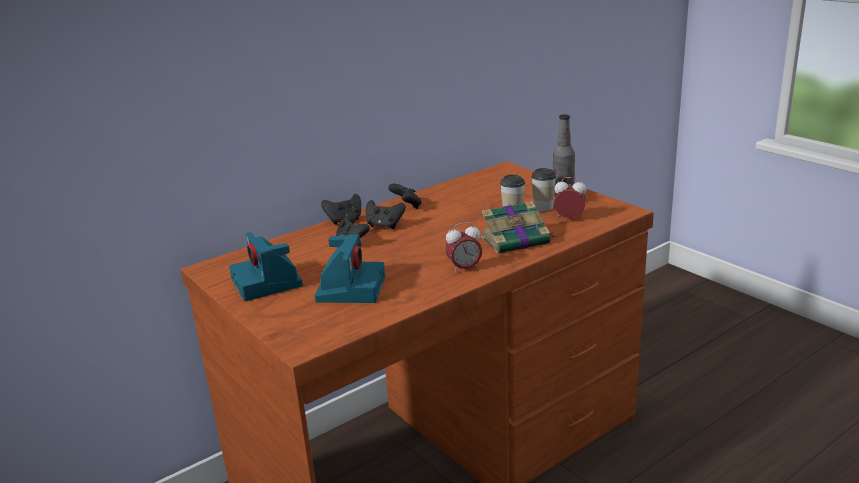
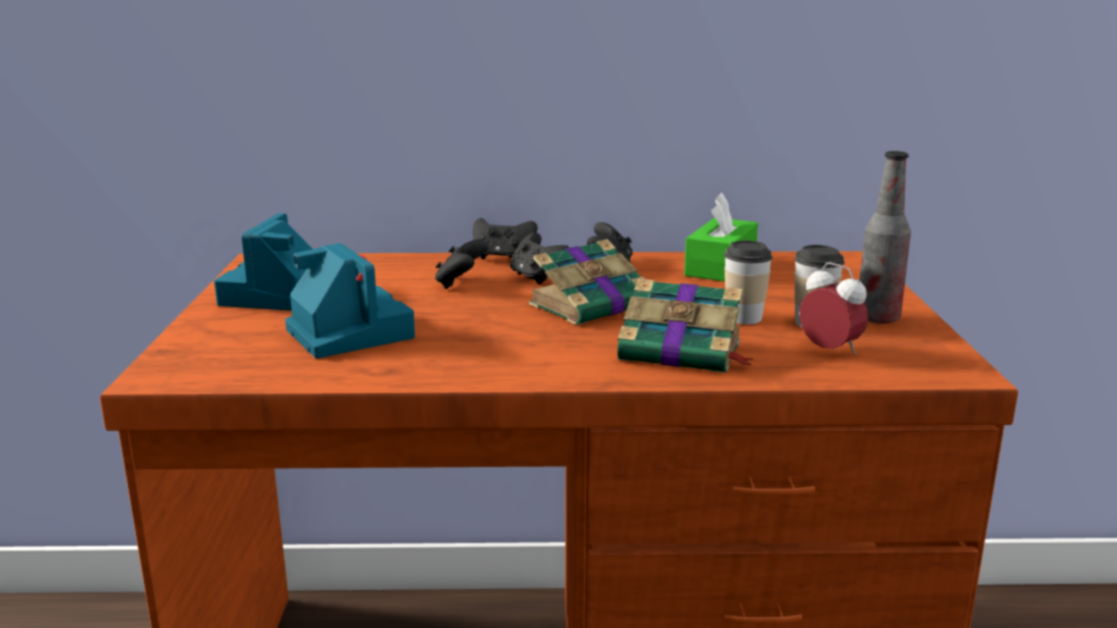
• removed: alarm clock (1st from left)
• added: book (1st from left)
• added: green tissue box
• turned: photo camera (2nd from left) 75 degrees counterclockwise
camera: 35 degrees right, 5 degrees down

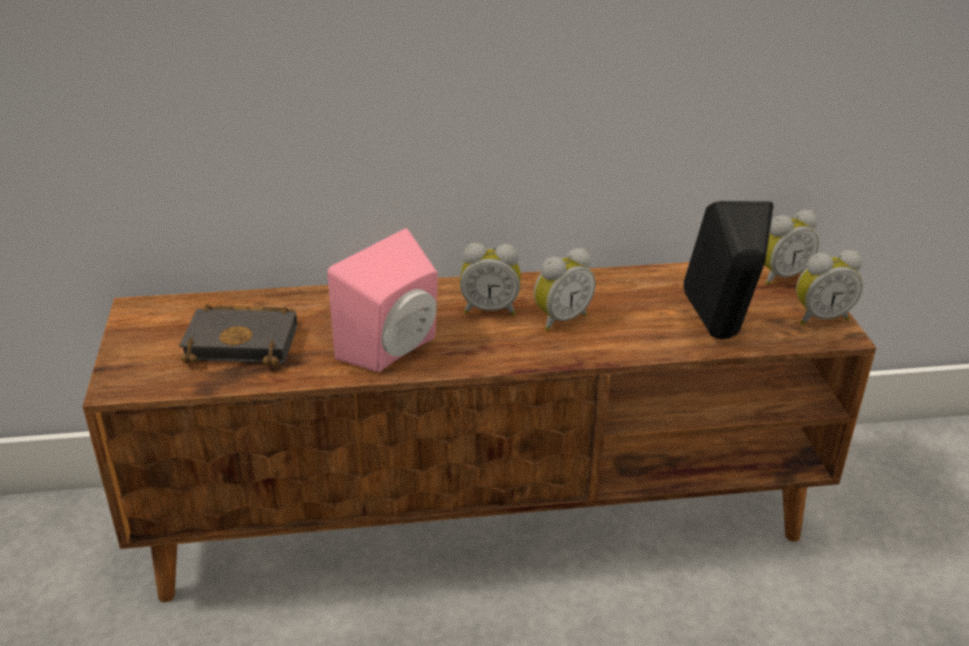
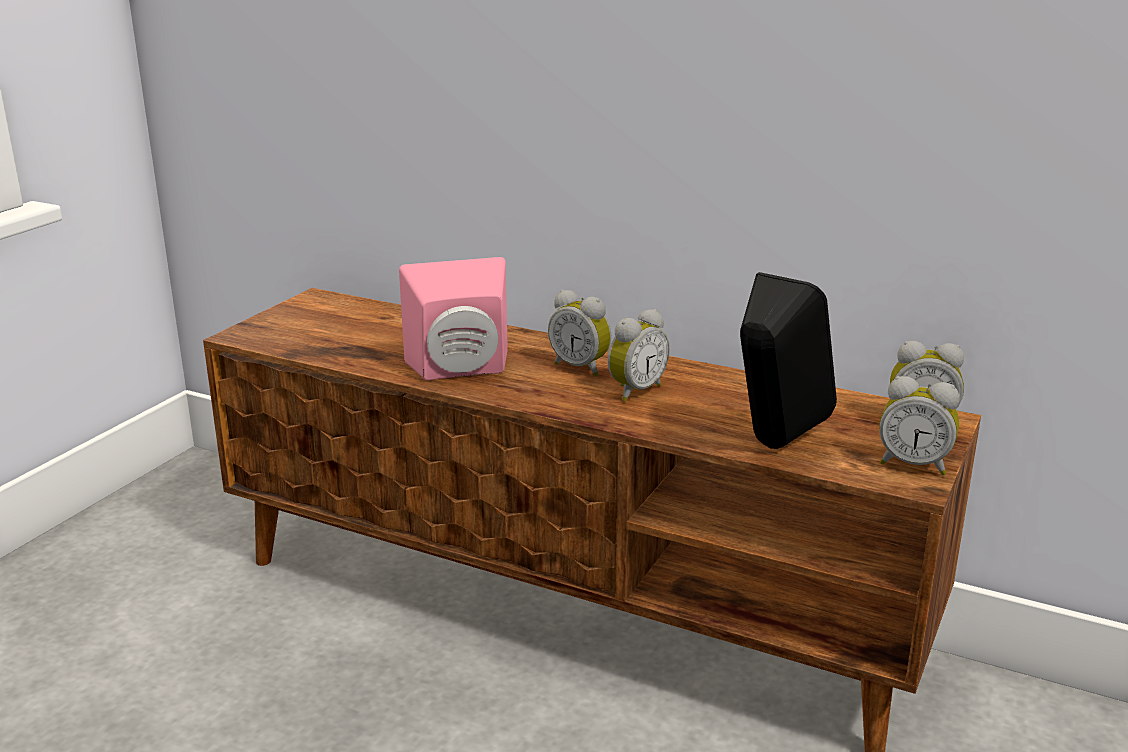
• removed: black book
• turned: alarm clock (2nd from left) 45 degrees counterclockwise
camera: 35 degrees right, 10 degrees down

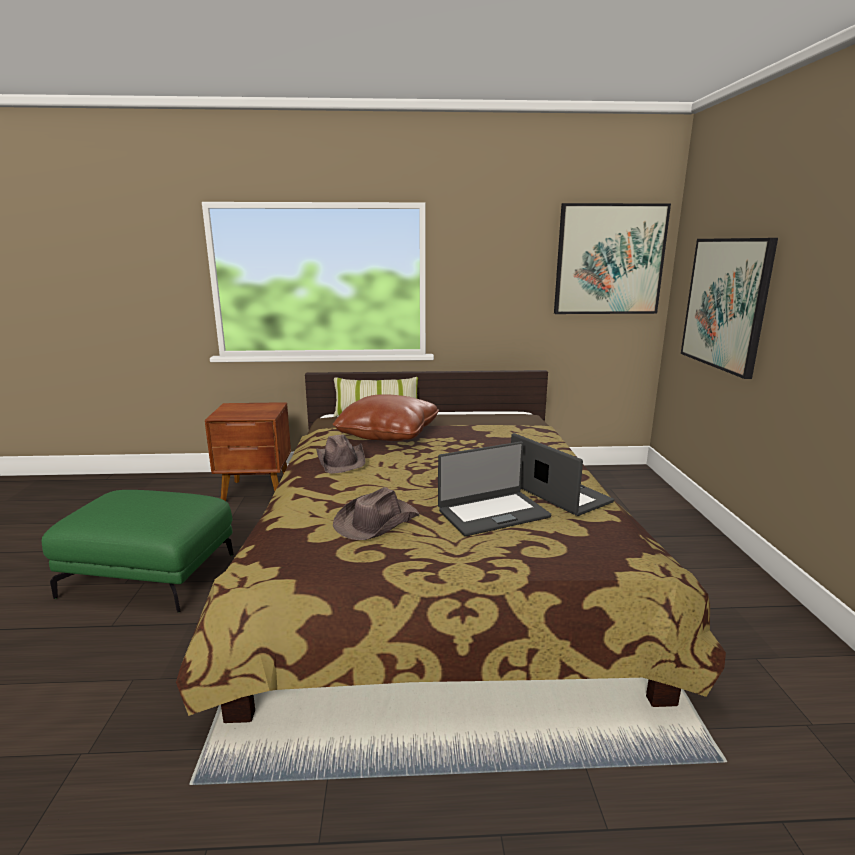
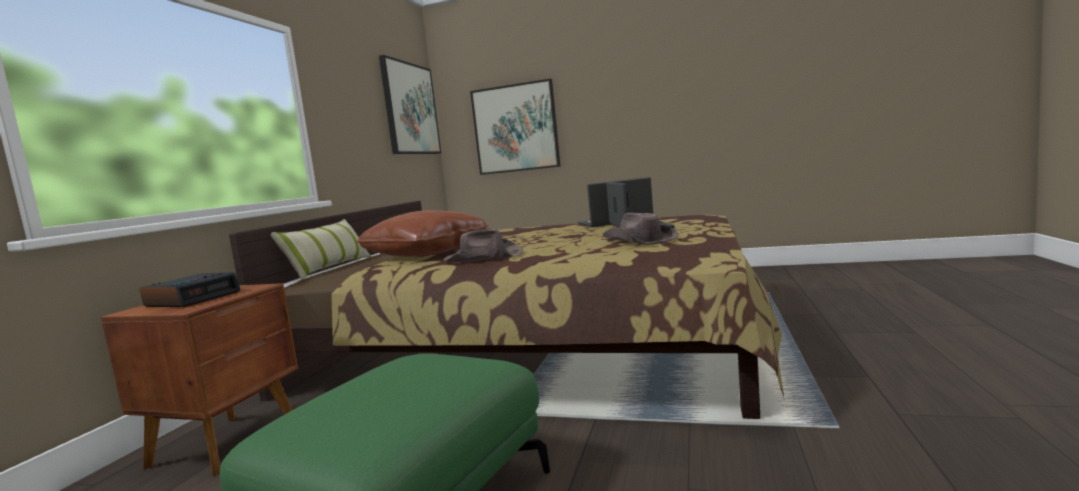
• added: alarm clock
camera: 70 degrees left, 10 degrees down

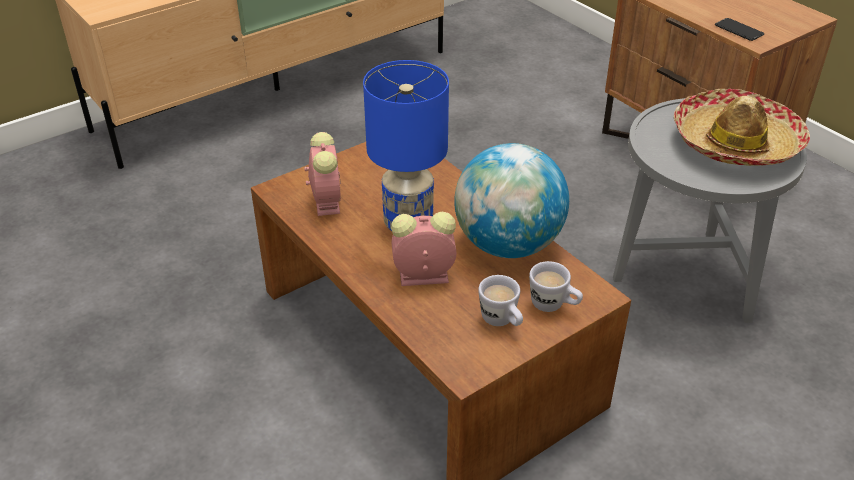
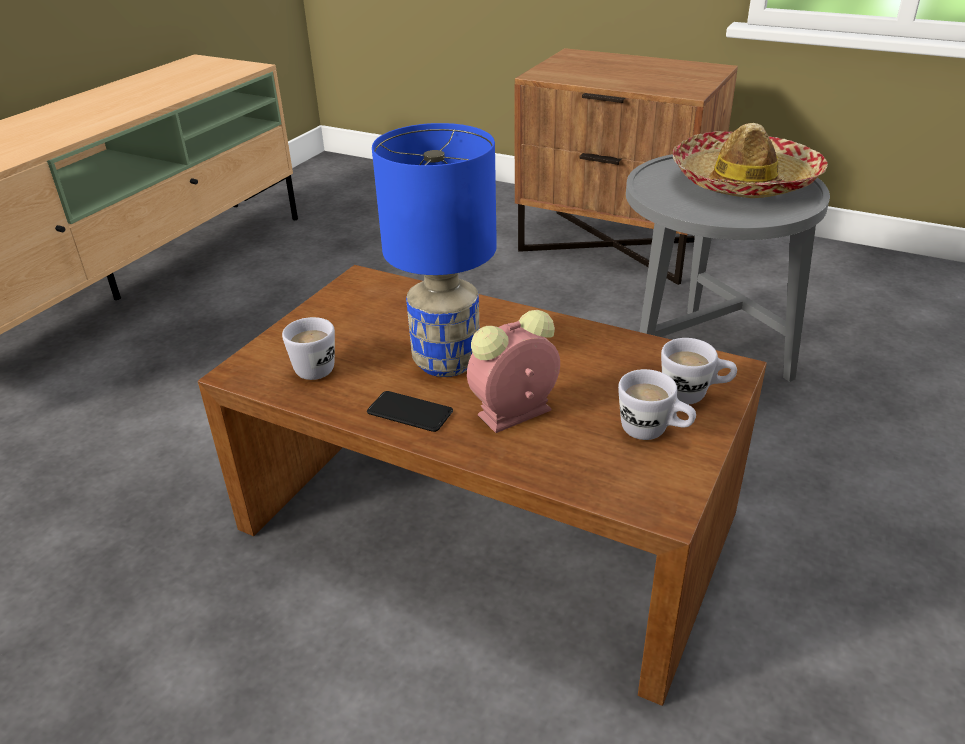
• removed: globe
• moved: phone
• replaced: alarm clock (1st from left) to white mug (1st from left)
camera: 25 degrees left, 5 degrees down

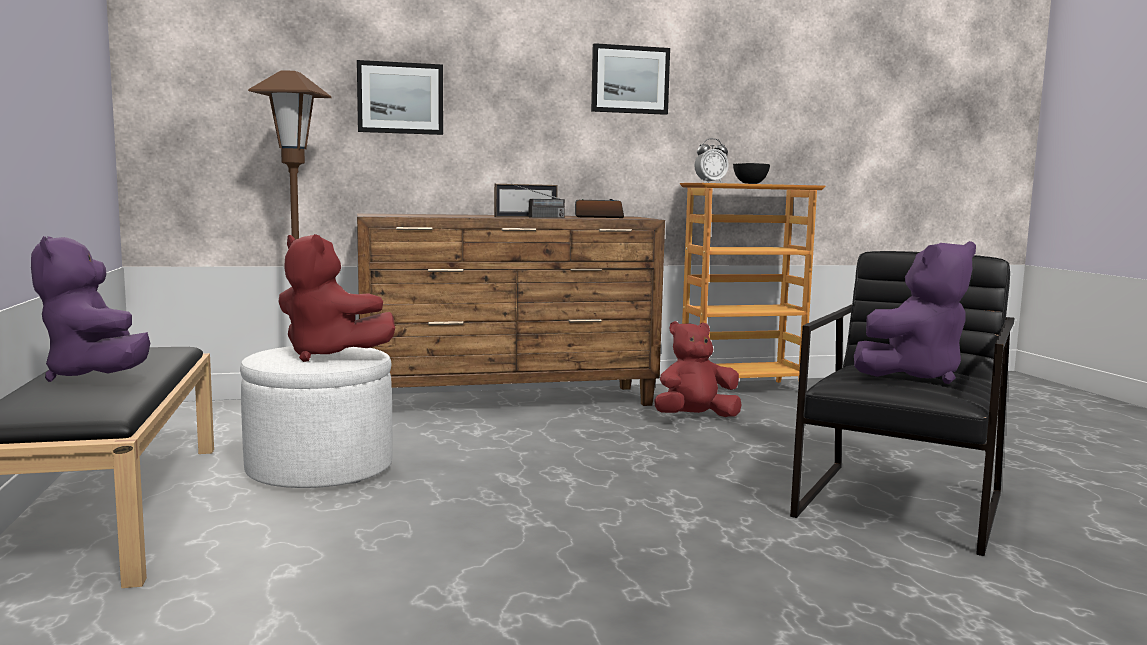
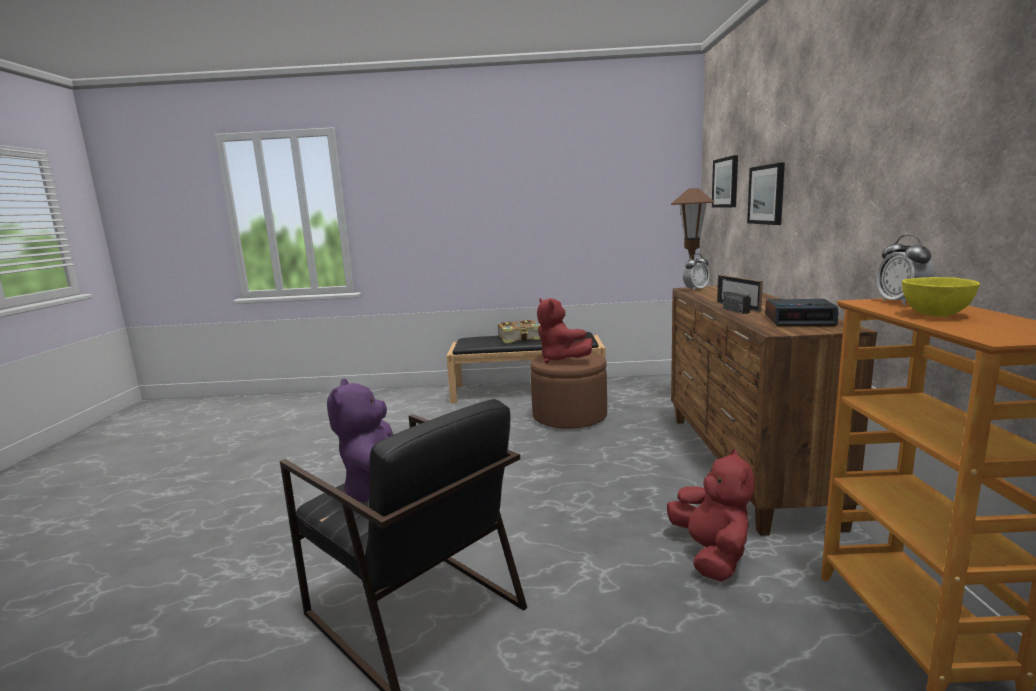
• added: alarm clock (1st from left)
• moved: picture (2nd from left in the first image) to picture (1st from left)
• replaced: purple plush toy (1st from left) to book
• recoloured: white ottoman to brown ottoman
• recoloured: black bowl to yellow bowl
• turned: red plush toy (1st from left) 75 degrees counterclockwise
camera: 105 degrees right, 5 degrees up

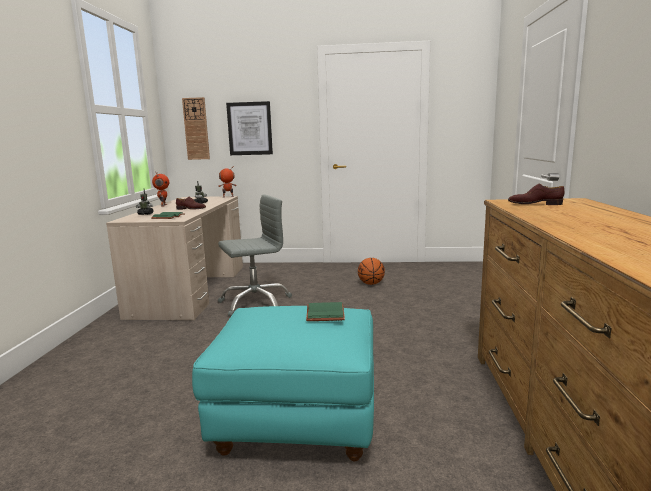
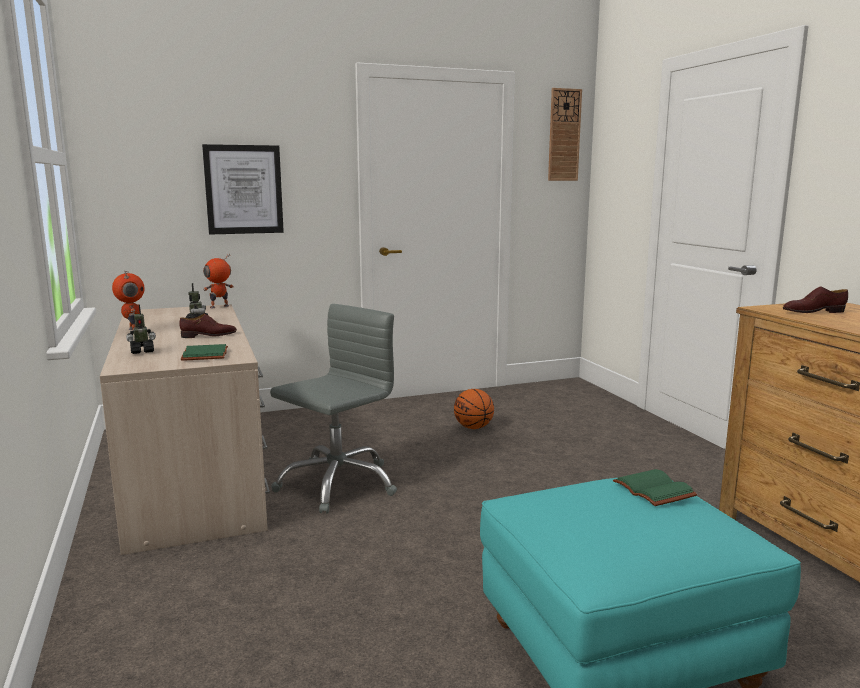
• moved: wall clock
camera: 25 degrees left, 0 degrees up

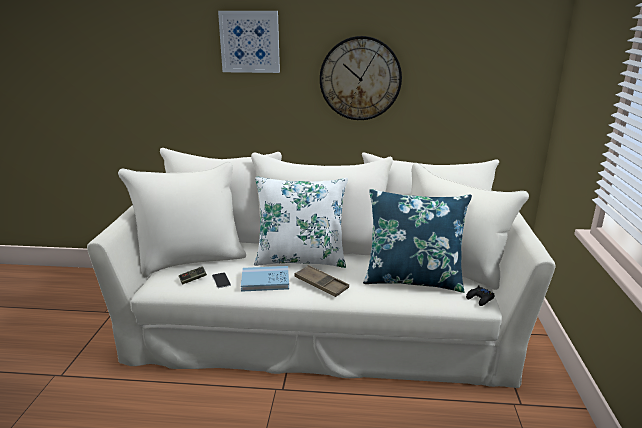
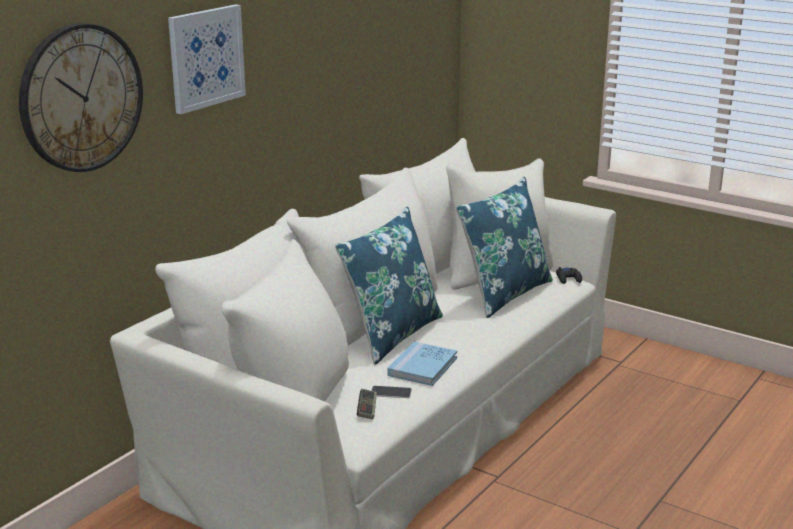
• removed: brown tray
• moved: wall clock
• recoloured: white pillow to blue pillow (1st from left)
camera: 60 degrees left, 0 degrees up

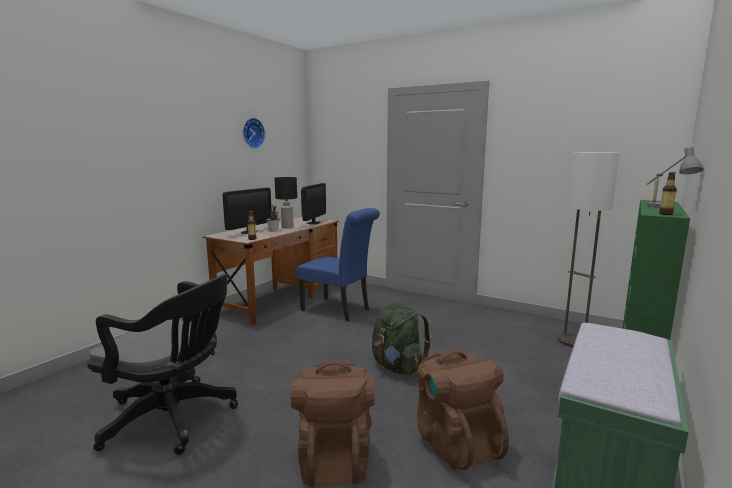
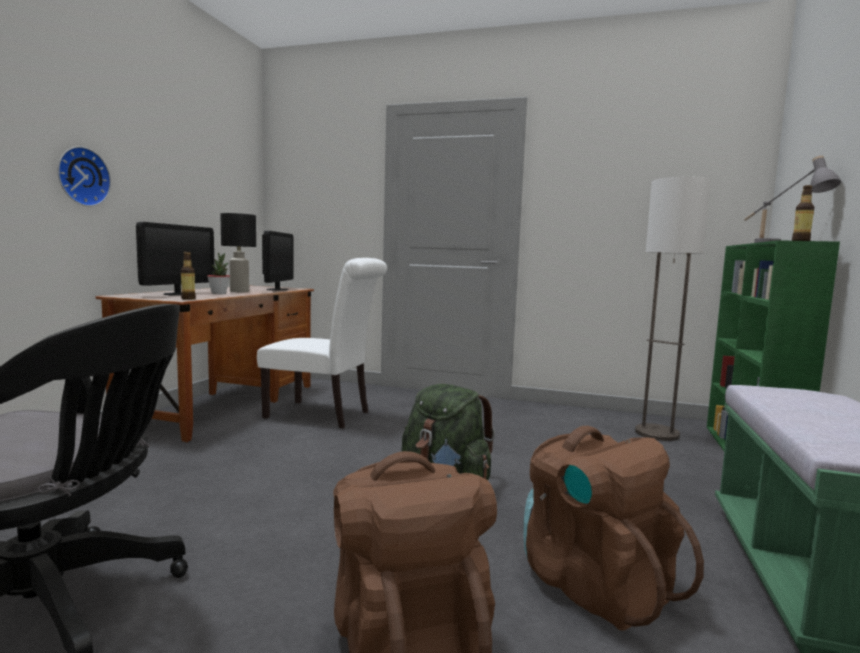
• moved: wall clock
• recoloured: blue chair to white chair
camera: 15 degrees left, 5 degrees down

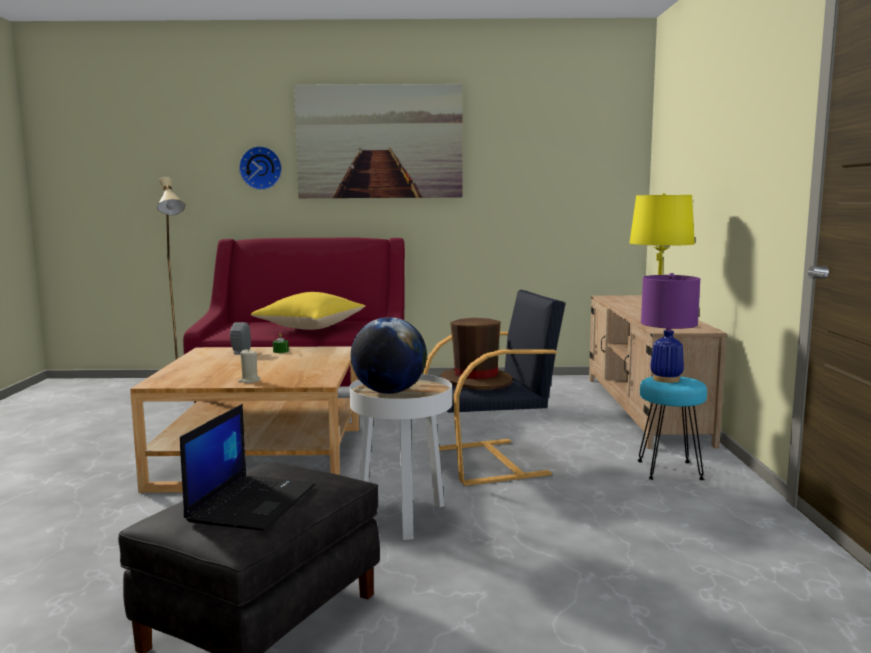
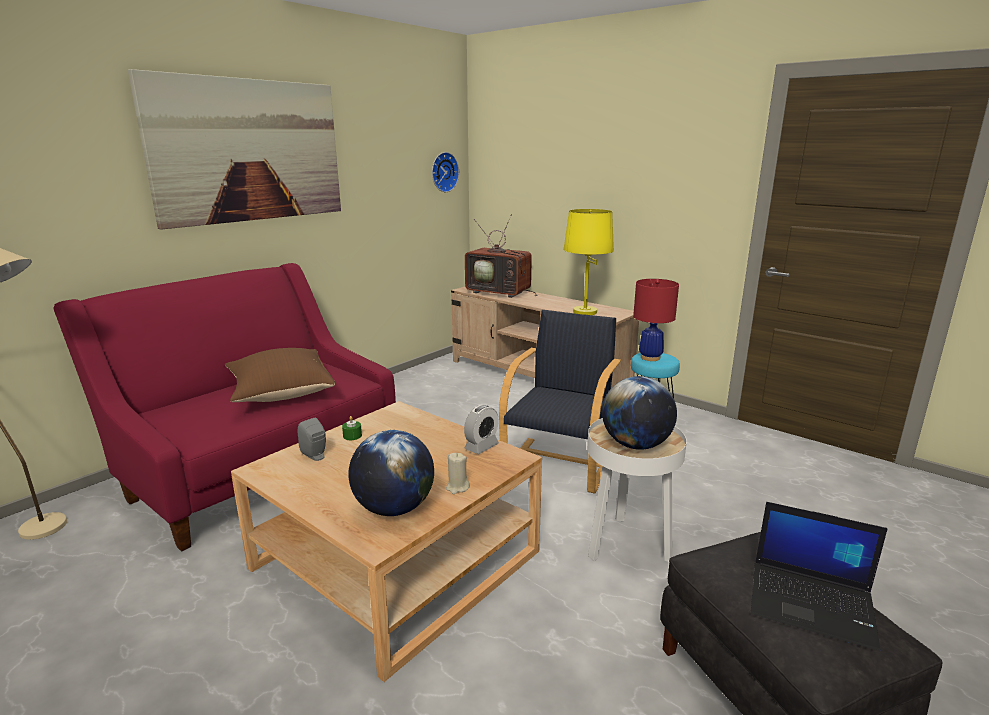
• removed: brown hat
• added: globe (1st from left)
• added: alarm clock
• added: television
• moved: wall clock
• recoloured: yellow pillow to brown pillow
• recoloured: purple table lamp to red table lamp
• turned: laptop 150 degrees clockwise
camera: 50 degrees left, 10 degrees up

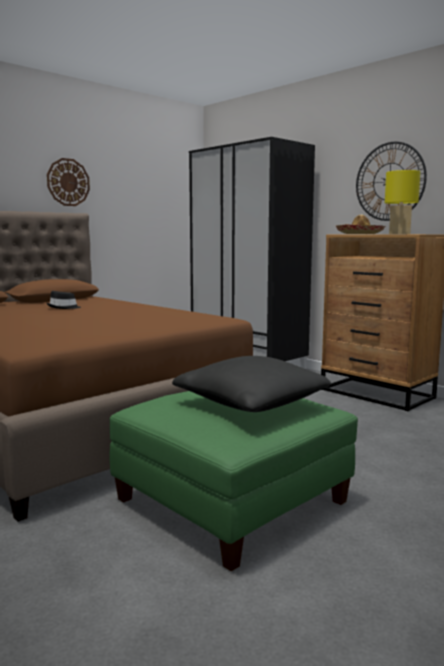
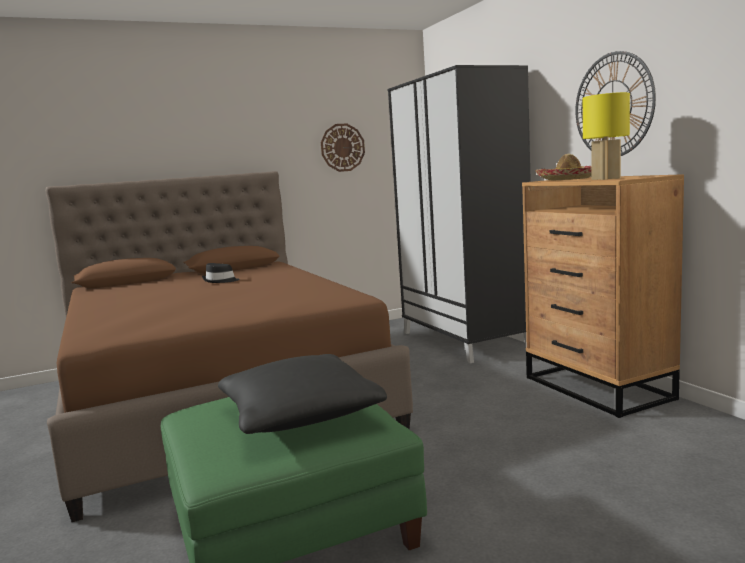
• moved: wall clock (1st from left)
camera: 20 degrees right, 0 degrees up

